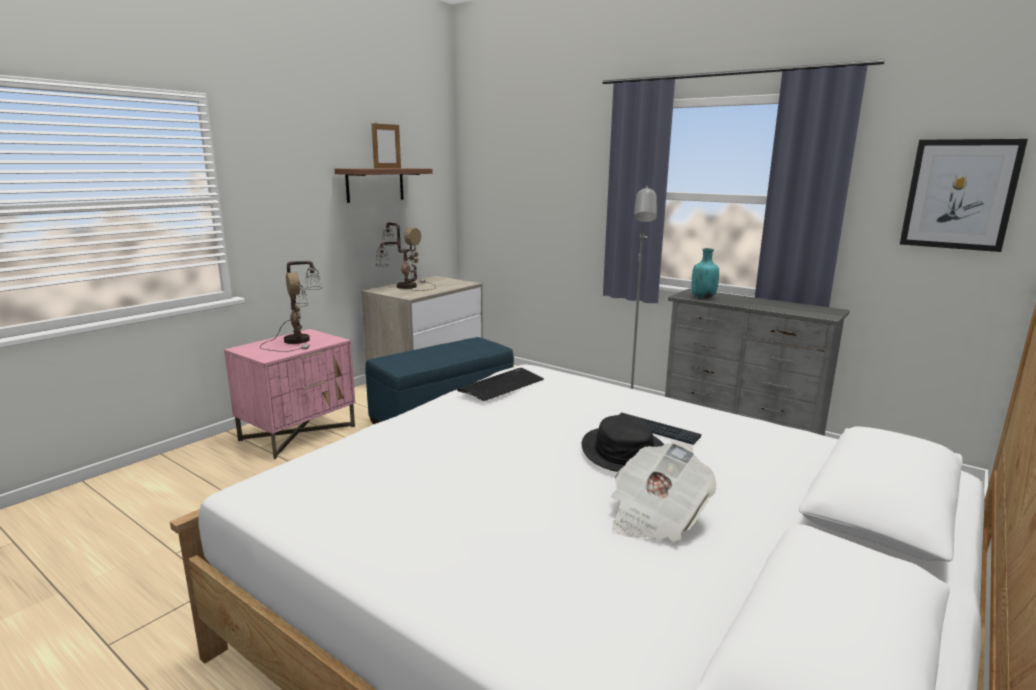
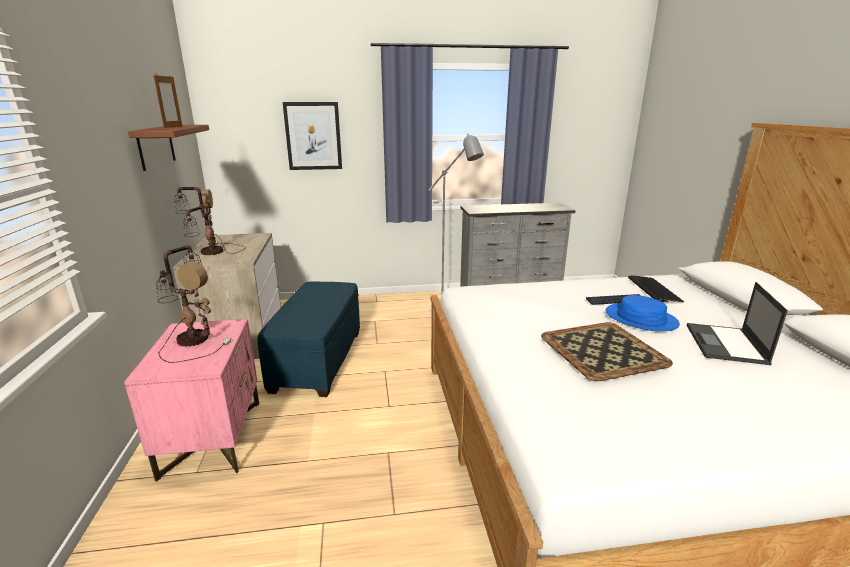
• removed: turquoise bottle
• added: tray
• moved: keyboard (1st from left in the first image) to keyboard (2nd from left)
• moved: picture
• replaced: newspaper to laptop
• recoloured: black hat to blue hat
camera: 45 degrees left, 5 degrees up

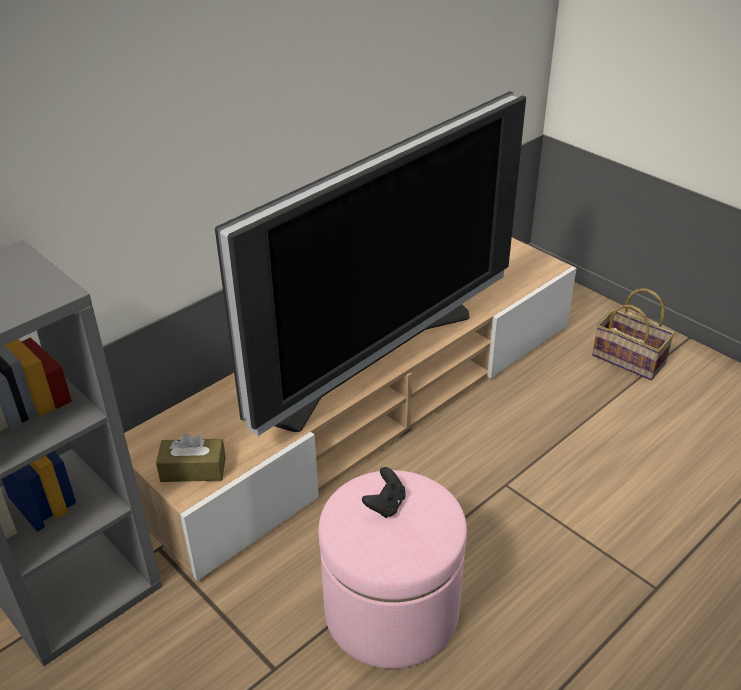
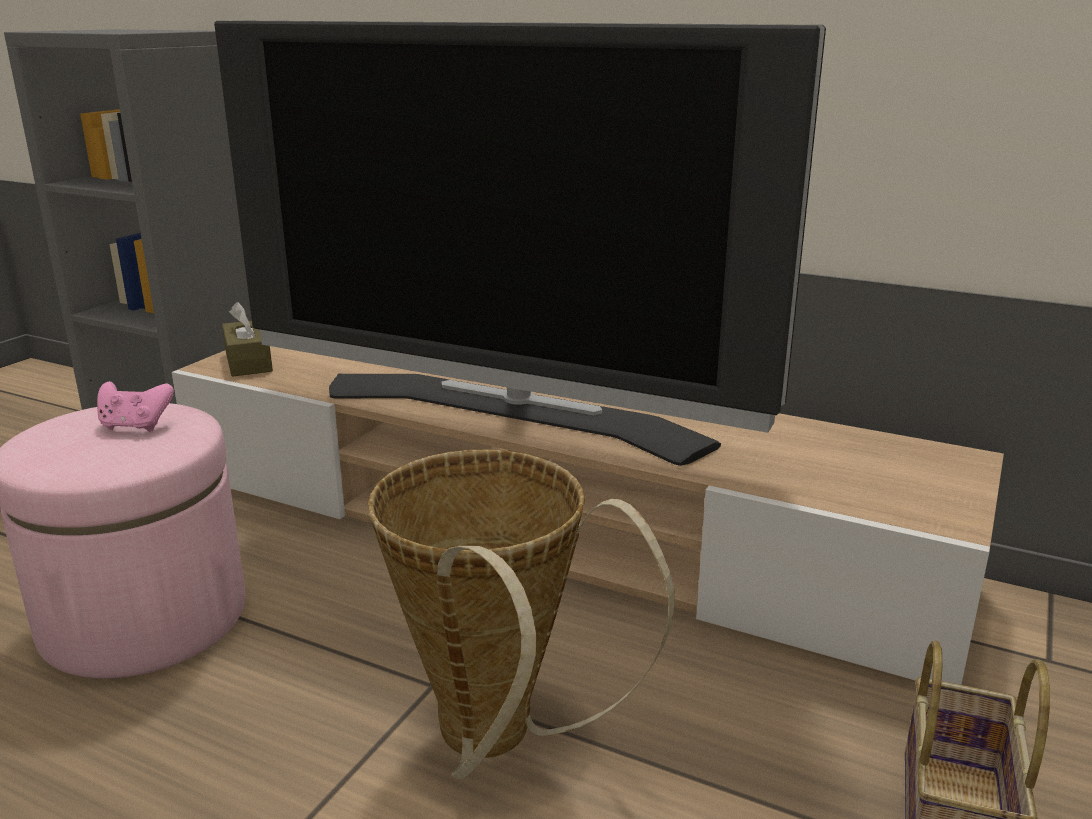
• added: basket (1st from left)
• recoloured: black game controller to pink game controller
camera: 70 degrees right, 15 degrees down

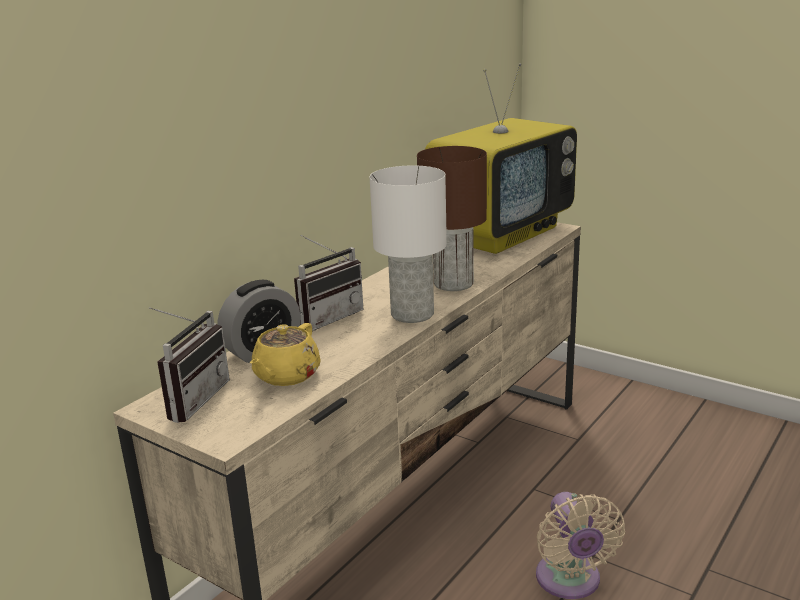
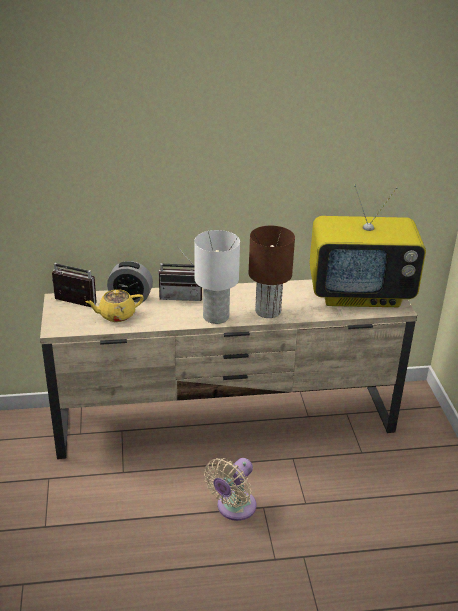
• turned: radio (1st from left) 135 degrees counterclockwise
camera: 45 degrees right, 10 degrees up

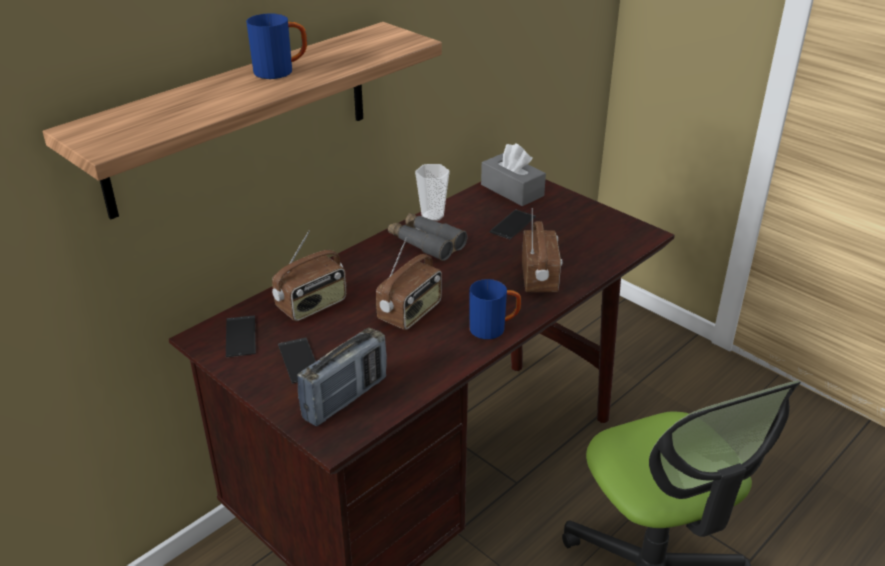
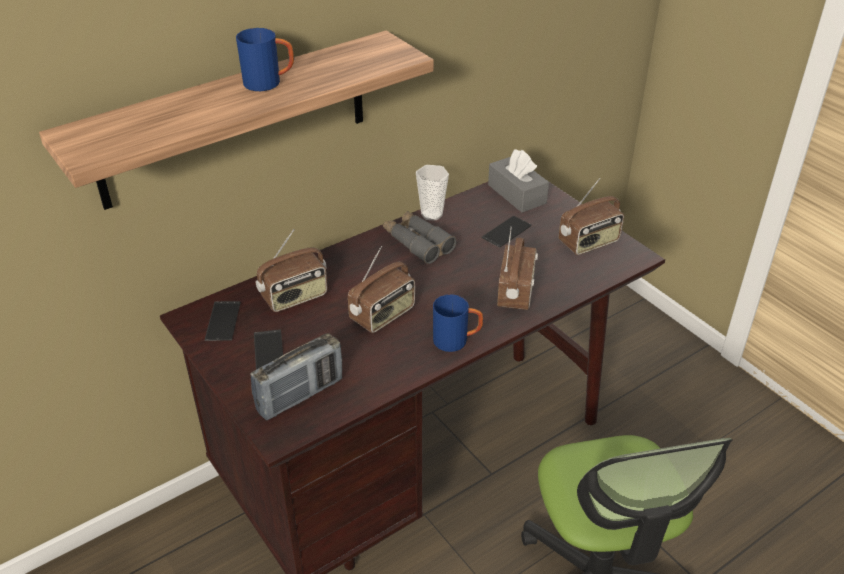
• added: radio (5th from left)
camera: 10 degrees right, 5 degrees up

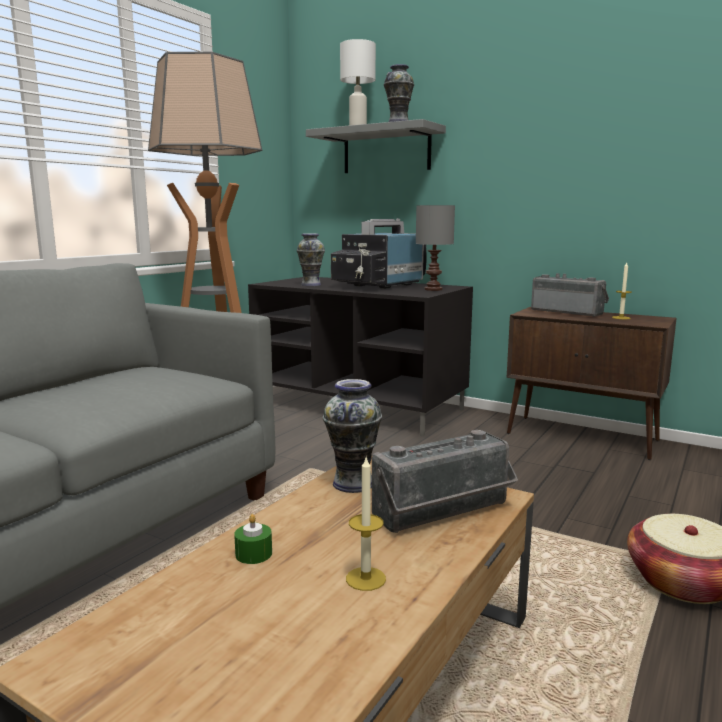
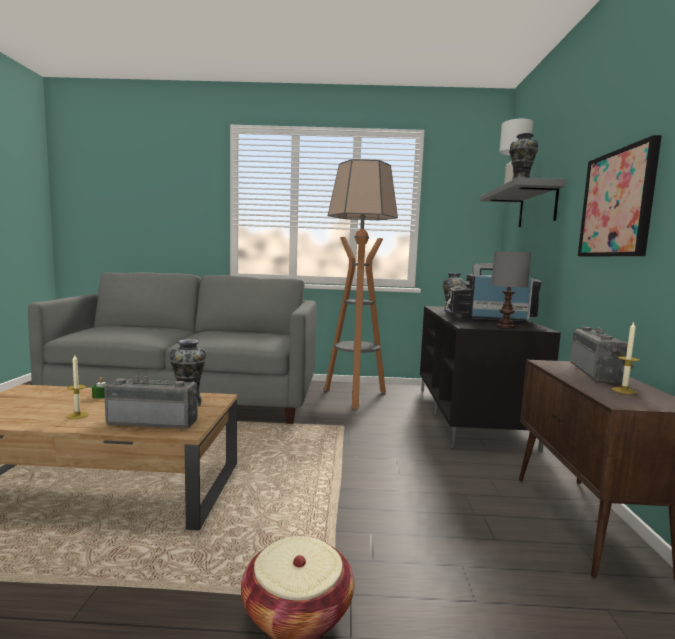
• added: picture
• turned: radio (1st from left) 150 degrees clockwise
camera: 60 degrees right, 5 degrees down

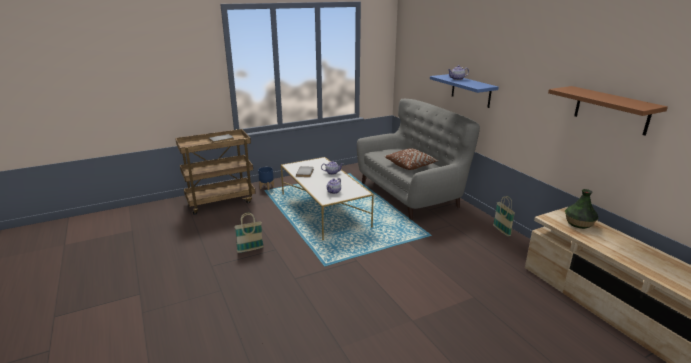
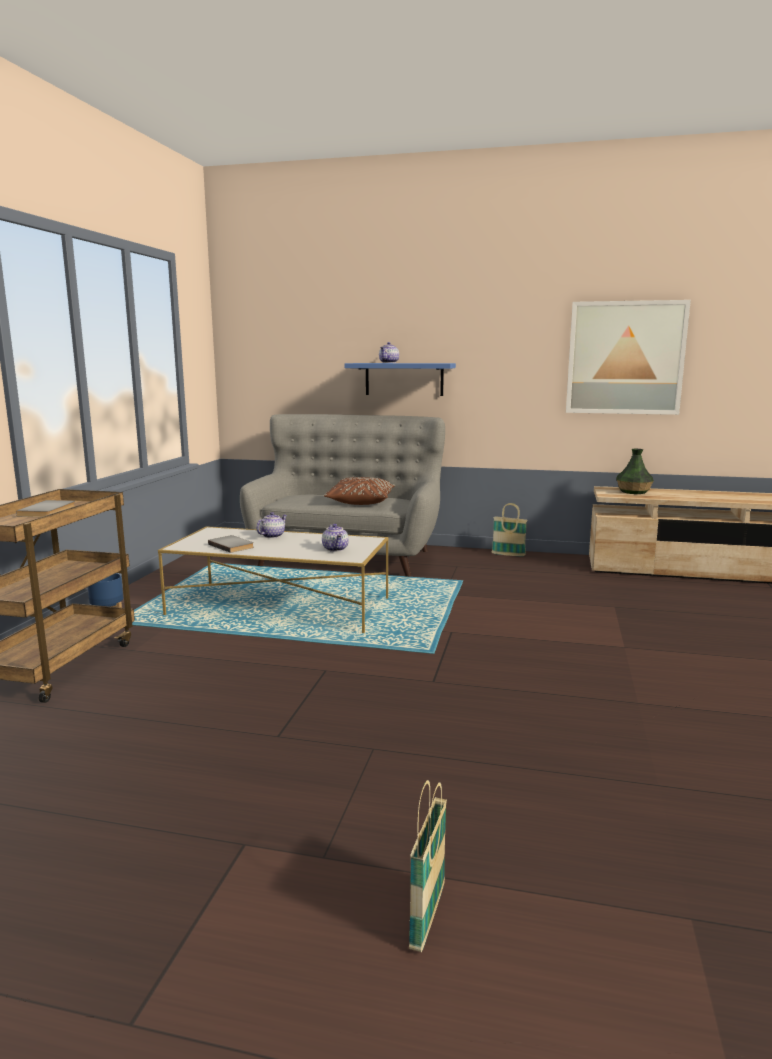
• moved: basket (1st from left)
• replaced: brown shelf to picture
camera: 50 degrees left, 10 degrees down

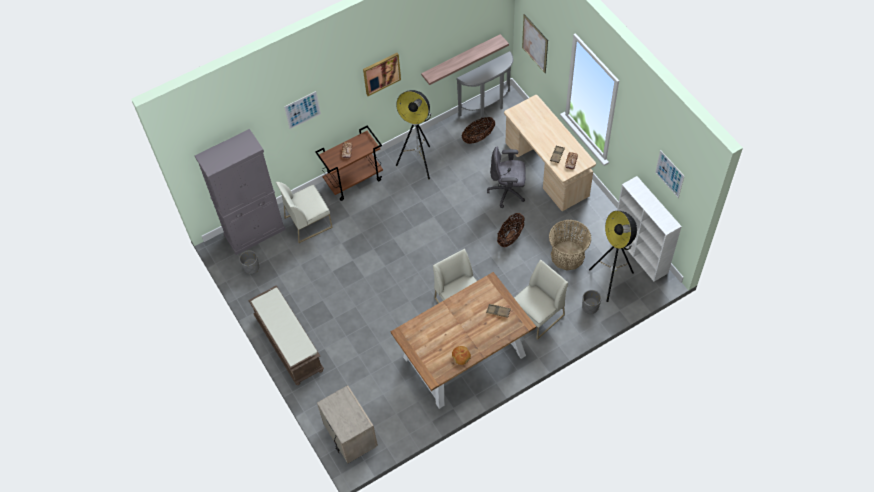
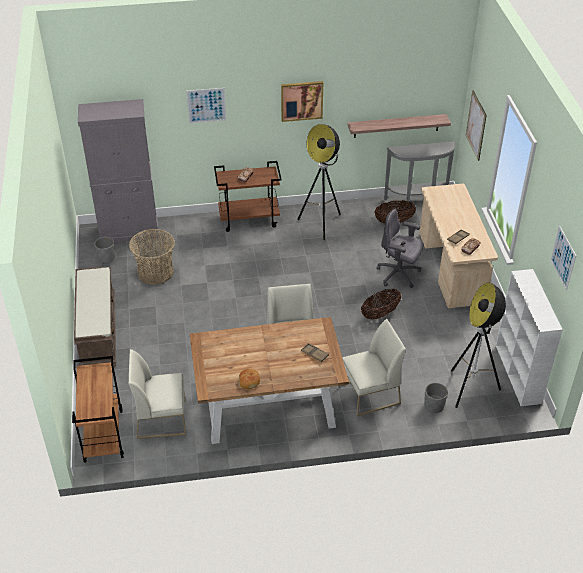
• moved: white chair (1st from left)
• moved: basket (3rd from left in the first image) to basket (1st from left)
• replaced: beige nightstand to brown cart (1st from left)
camera: 20 degrees right, 15 degrees down

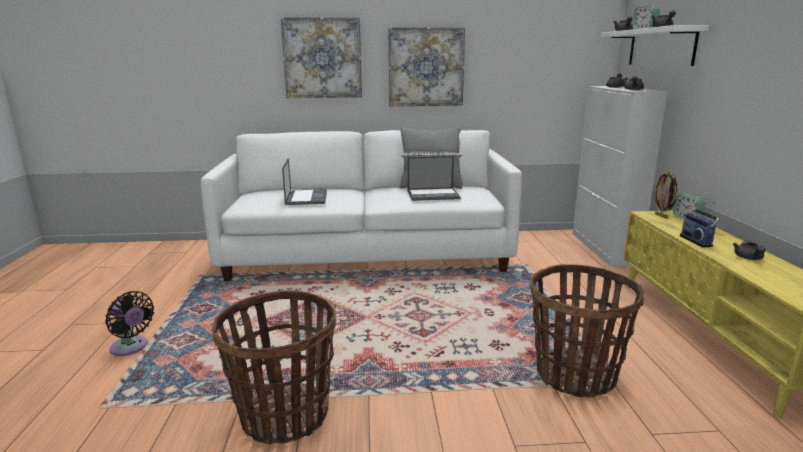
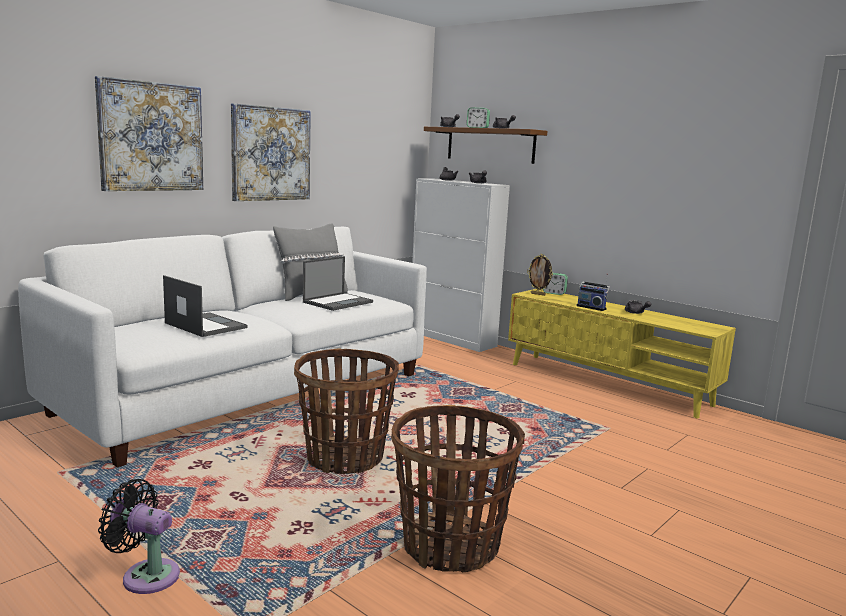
• moved: basket (2nd from left in the first image) to basket (1st from left)
• recoloured: white shelf to brown shelf
• turned: black fan 150 degrees counterclockwise
camera: 45 degrees left, 5 degrees down

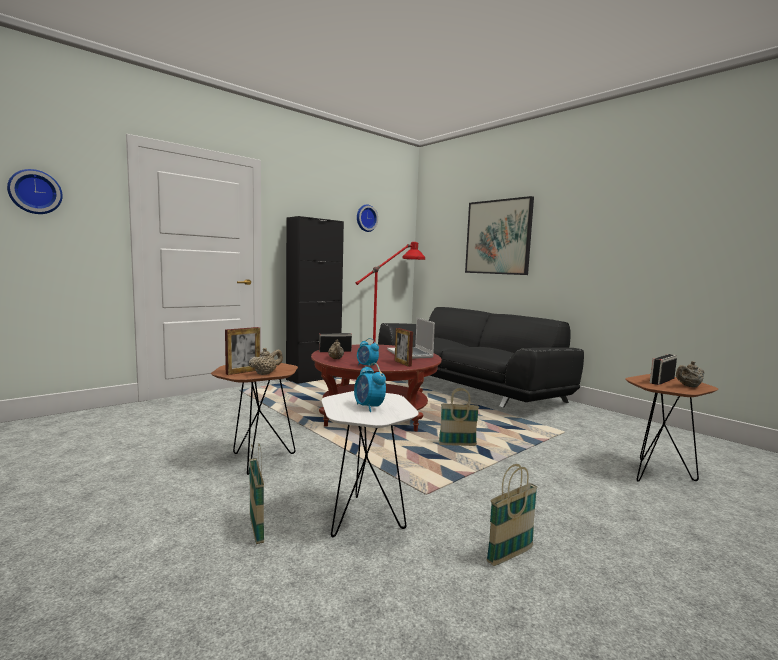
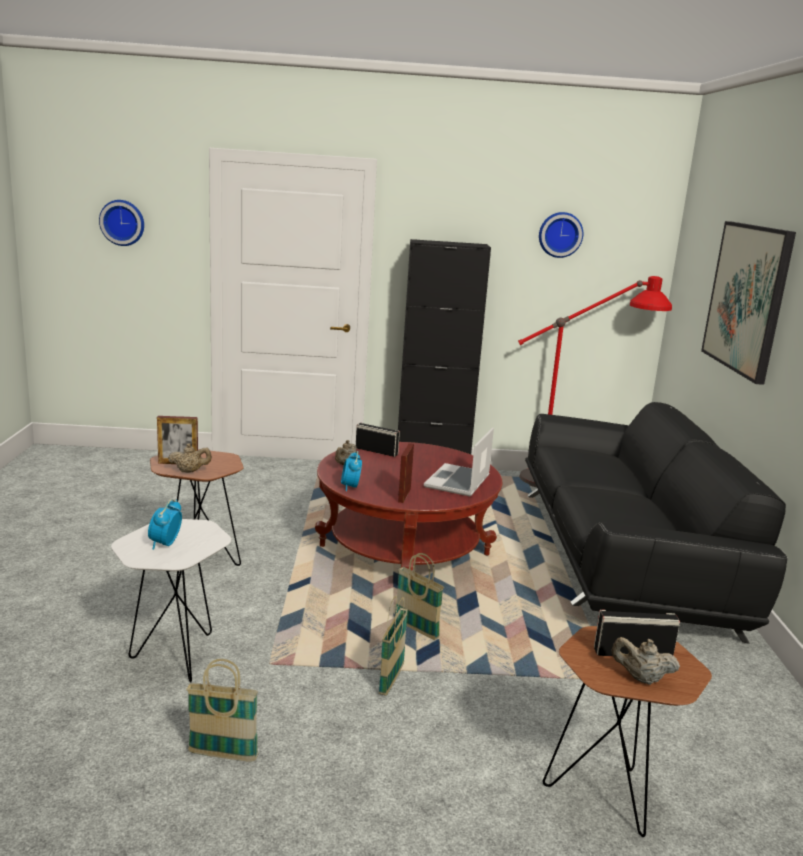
• moved: basket (1st from left in the first image) to basket (2nd from left)
camera: 40 degrees right, 10 degrees up

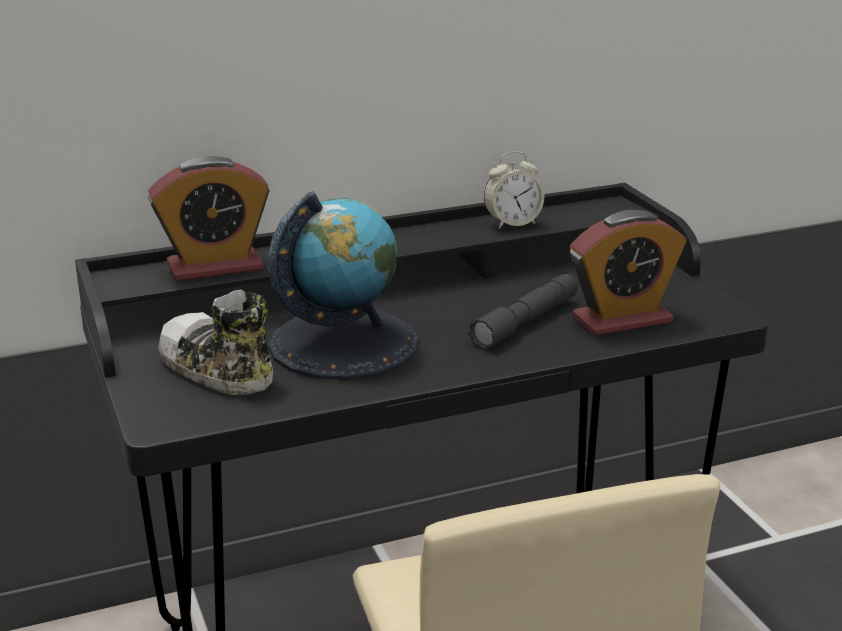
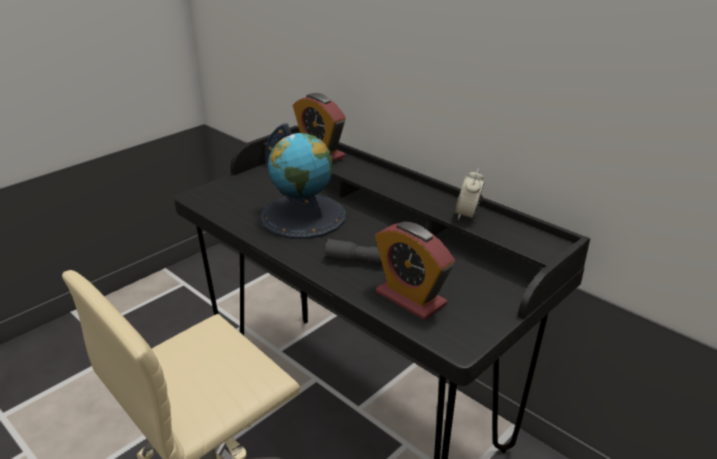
• removed: shoe
• turned: alarm clock (2nd from left in the first image) 60 degrees clockwise
camera: 65 degrees right, 5 degrees up

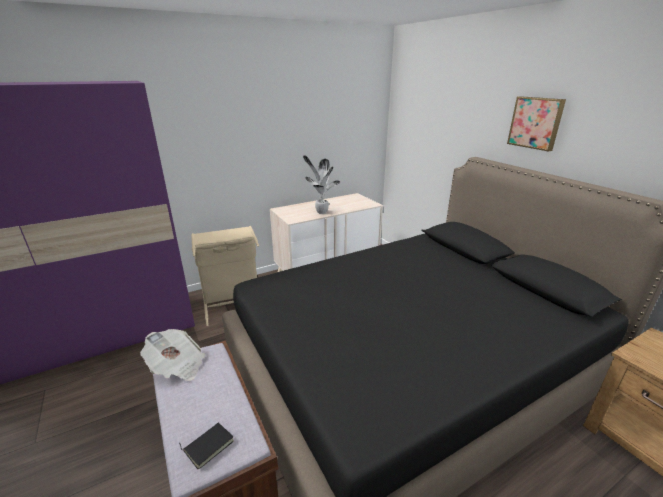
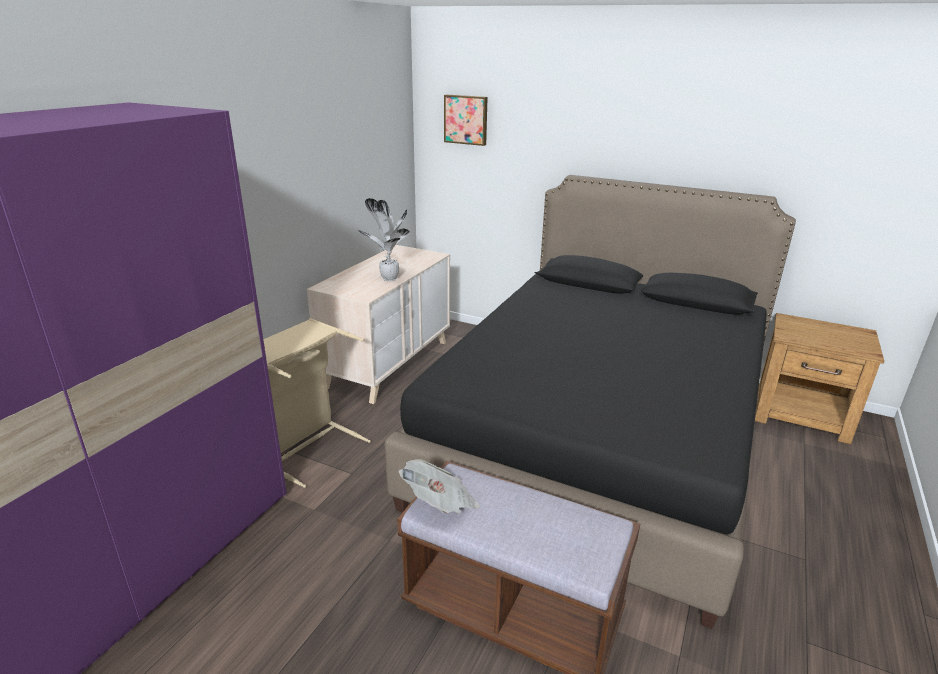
• removed: black book
• moved: picture
camera: 35 degrees left, 0 degrees up

